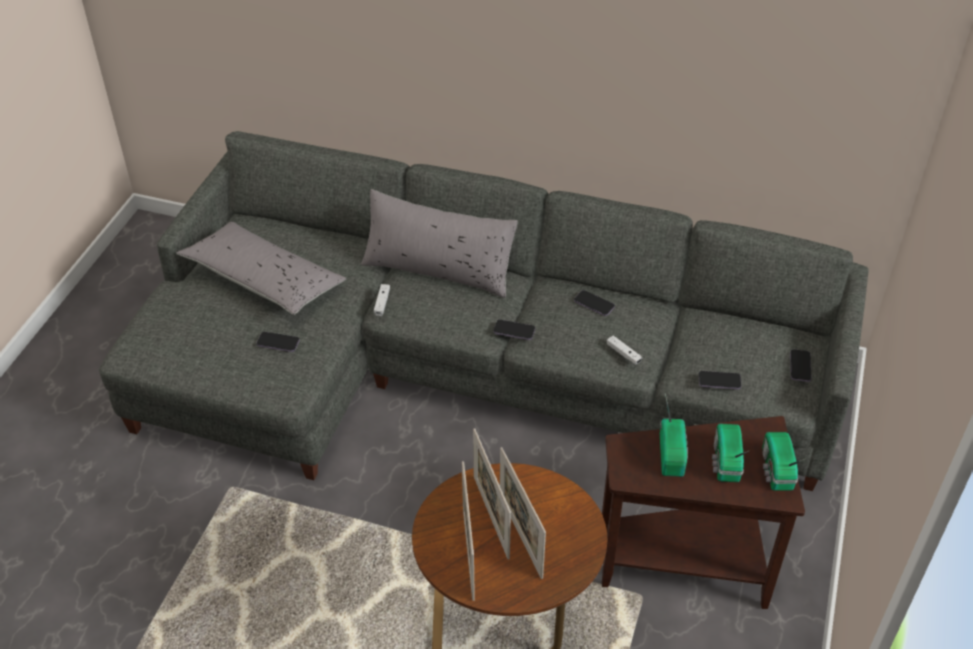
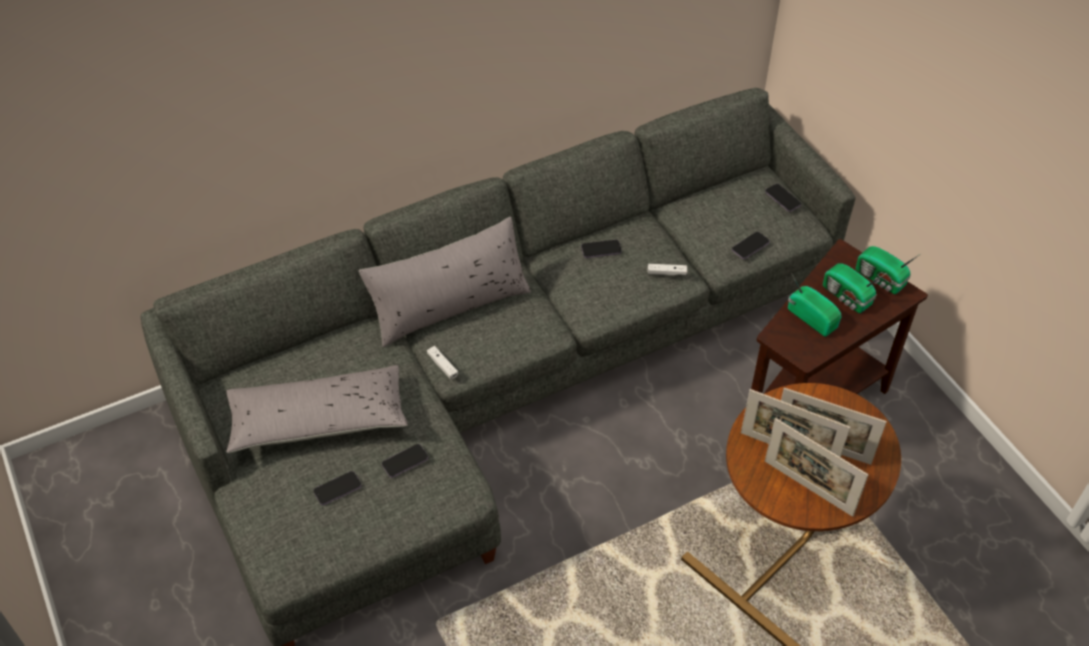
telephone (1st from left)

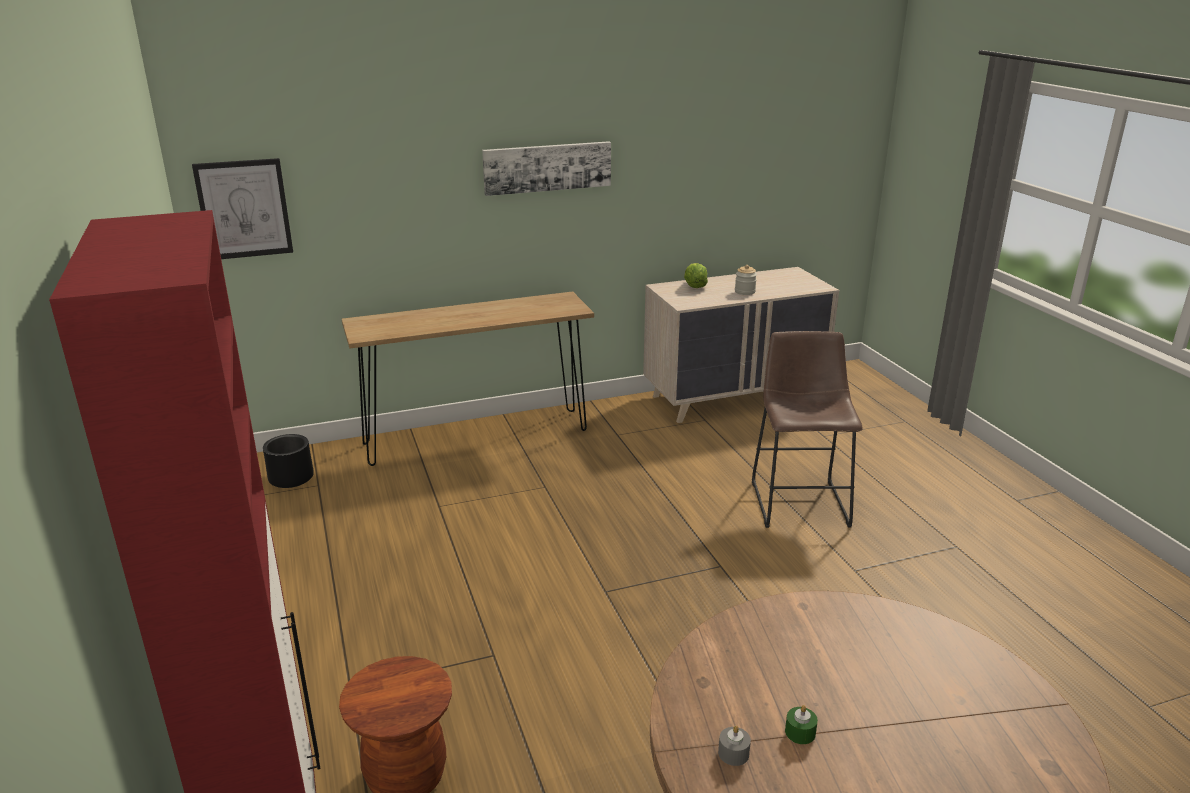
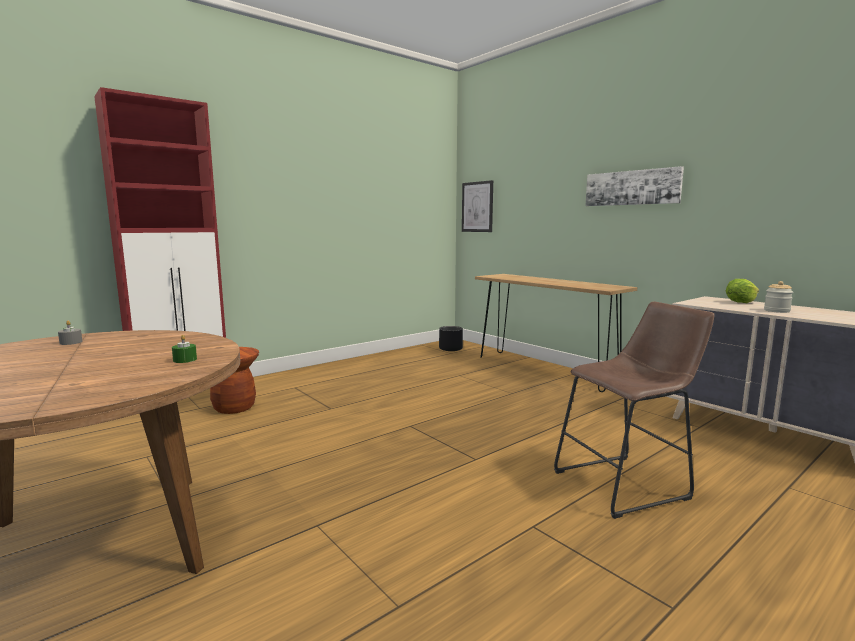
greenish_wax_candle

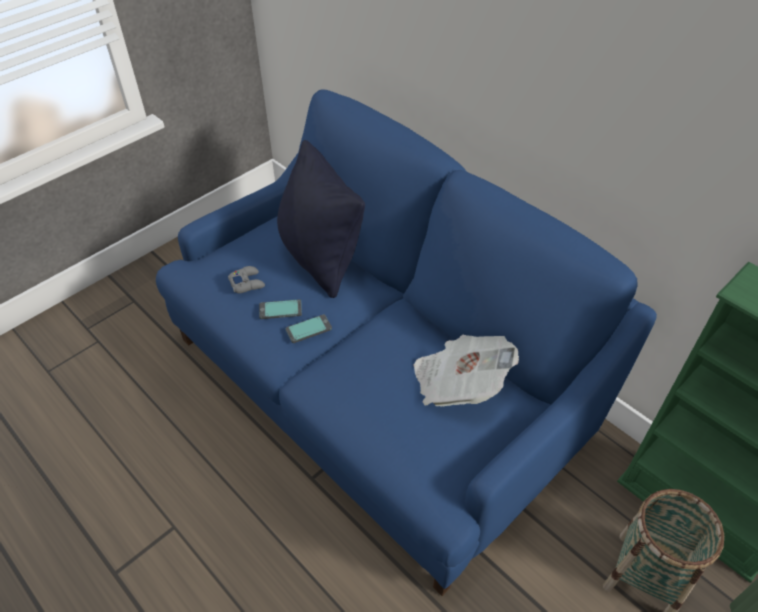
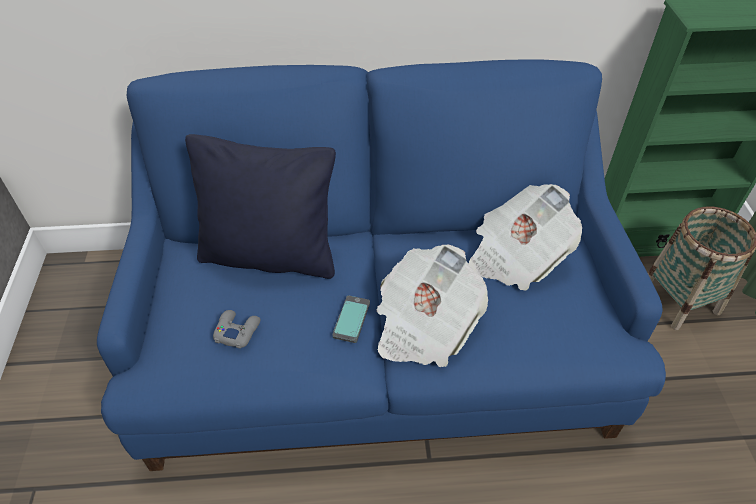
newspaper (1st from left)
telephone (1st from left in the first image)

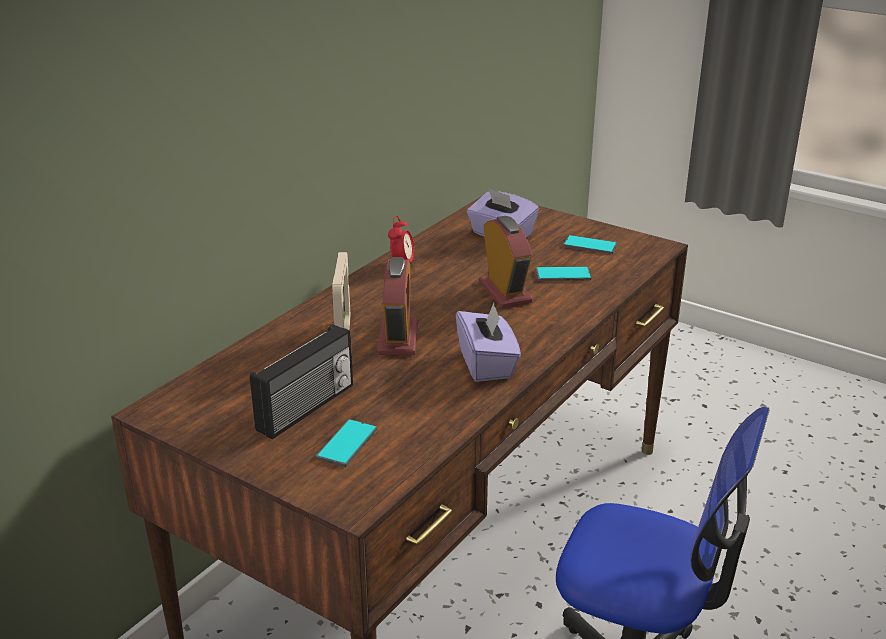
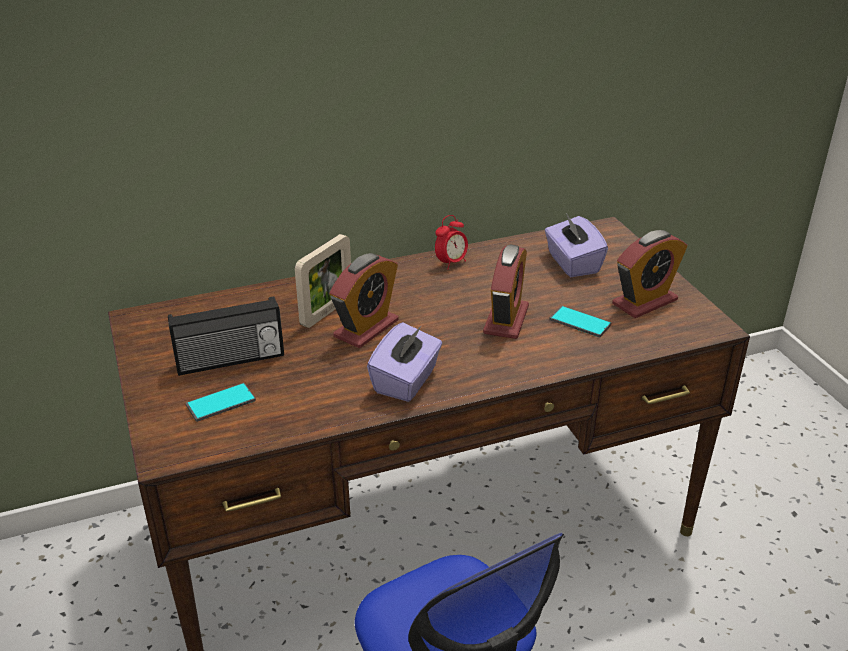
table_clock (4th from left)

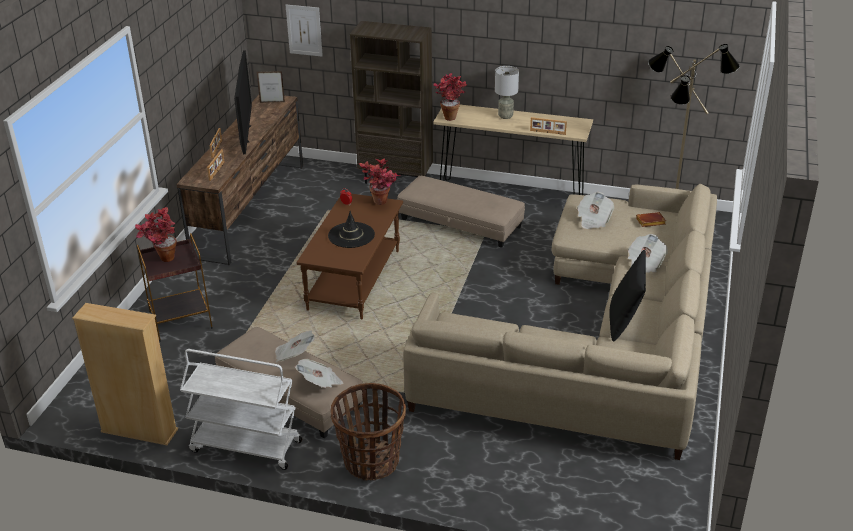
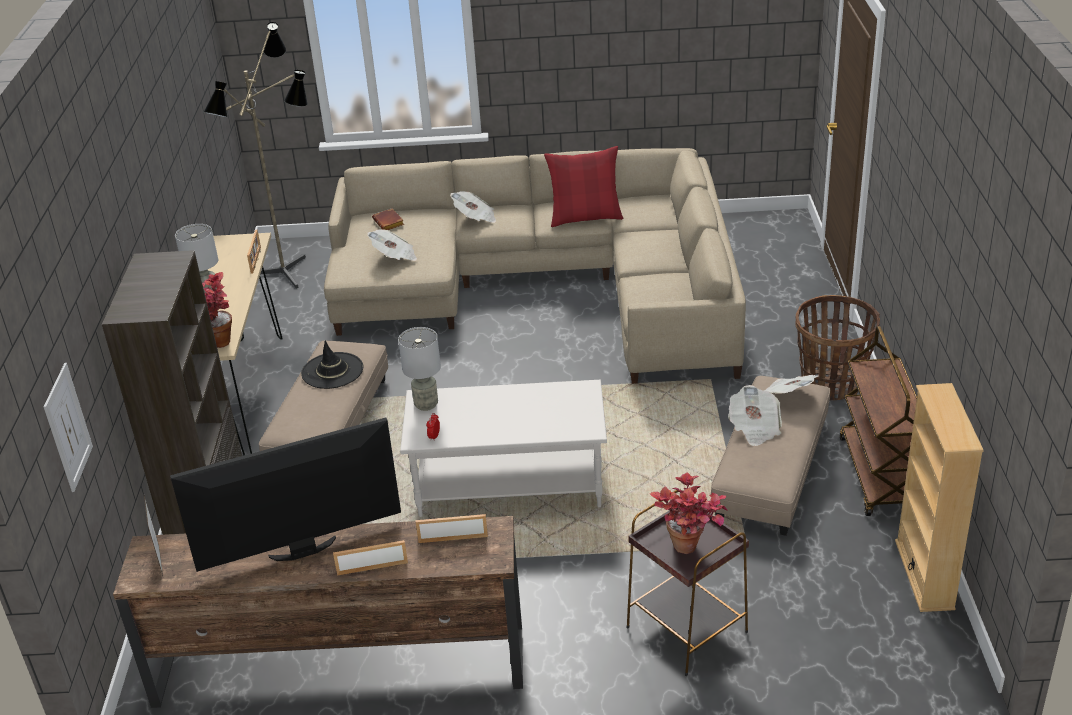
blackish_clothing_hat
gray_lamp_for_a_table (2nd from left)
white-coloured_lounge_table
reddish_pillow
brownish_wheeled_cart

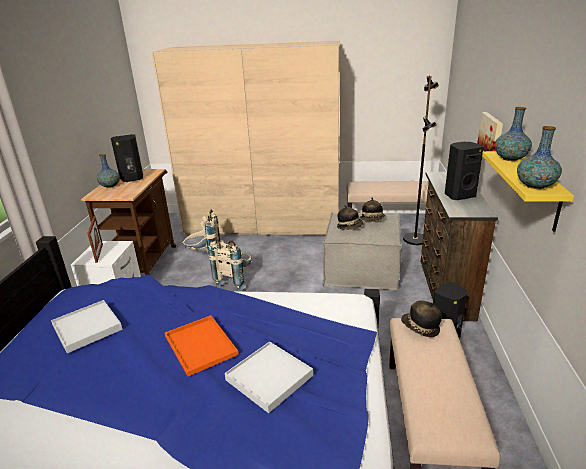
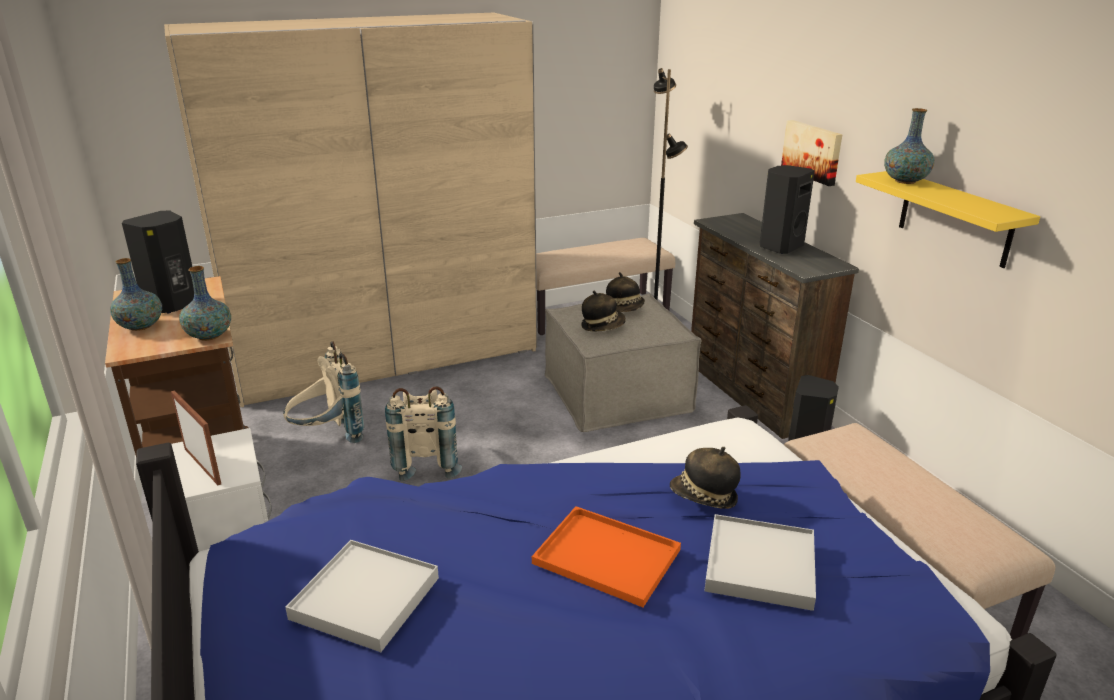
flower_vase (2nd from left)
clothing_hat (3rd from left)

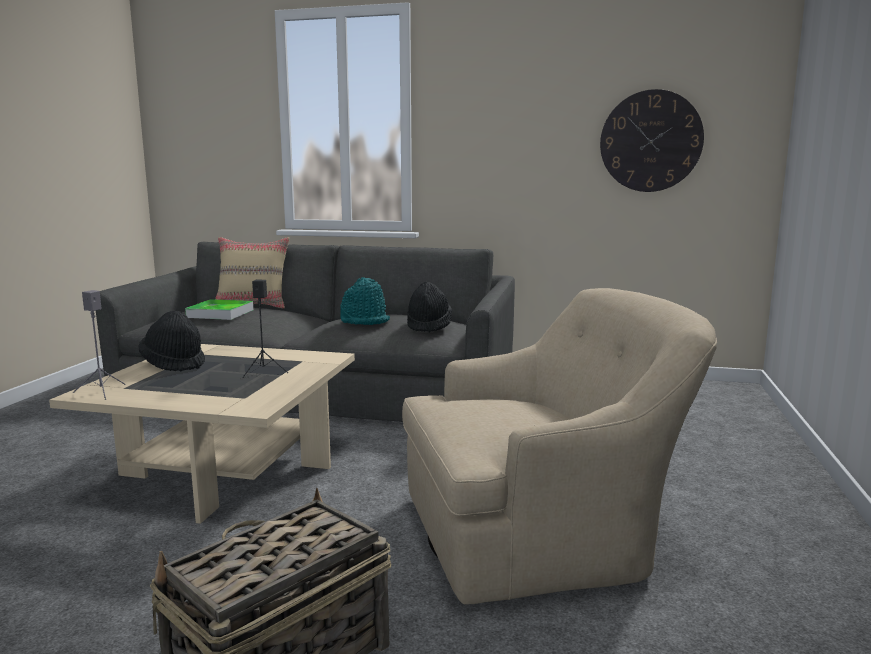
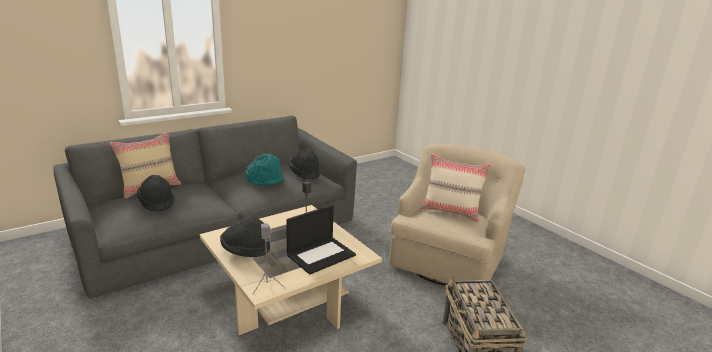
blackish_clothing_hat (1st from left)
portable_computer
beige_pillow (2nd from left)
clock_on_the_wall

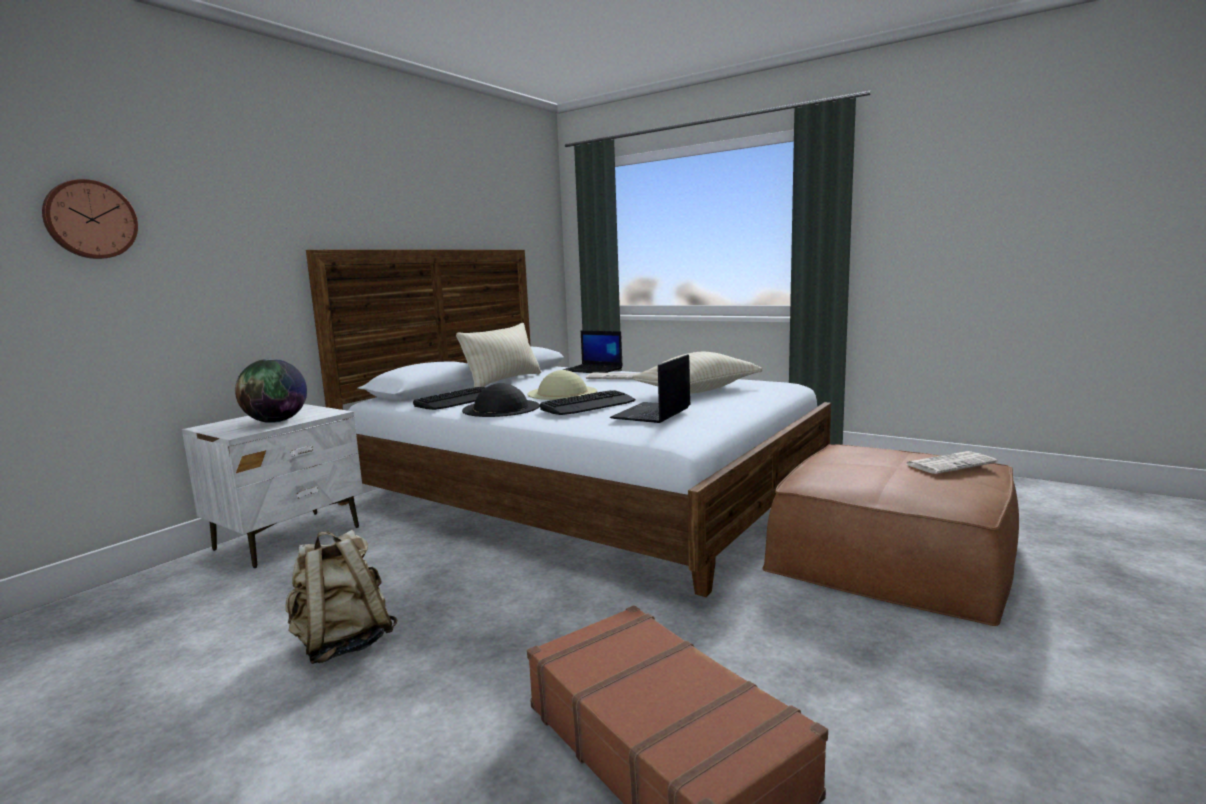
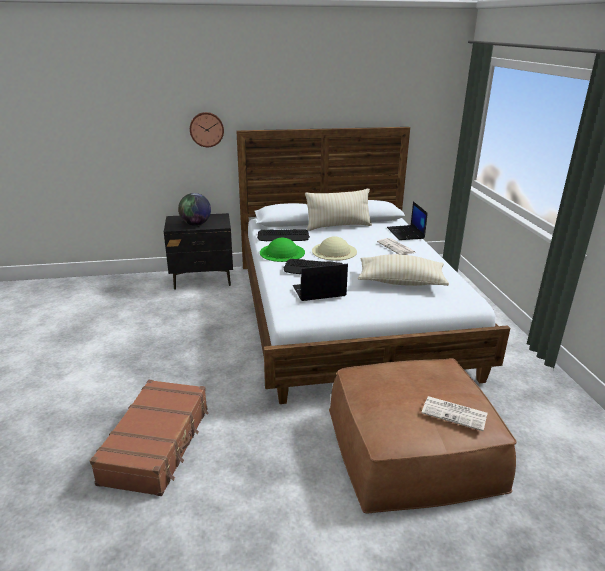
blackish_bedside_table
clock_on_the_wall
greenish_clothing_hat
beige_backpack

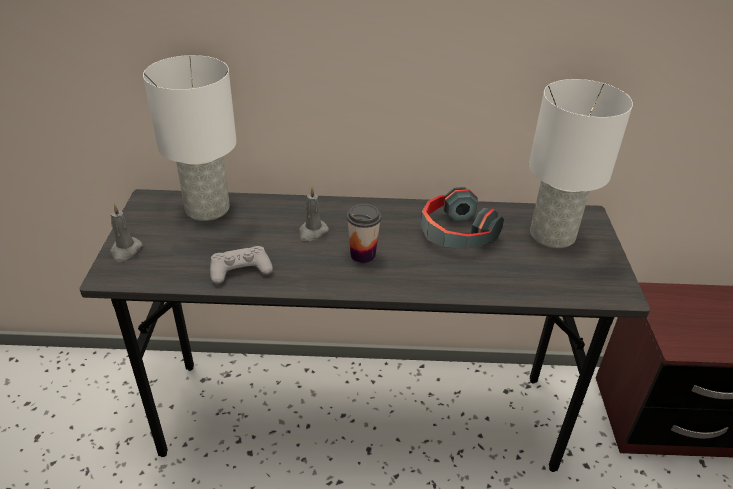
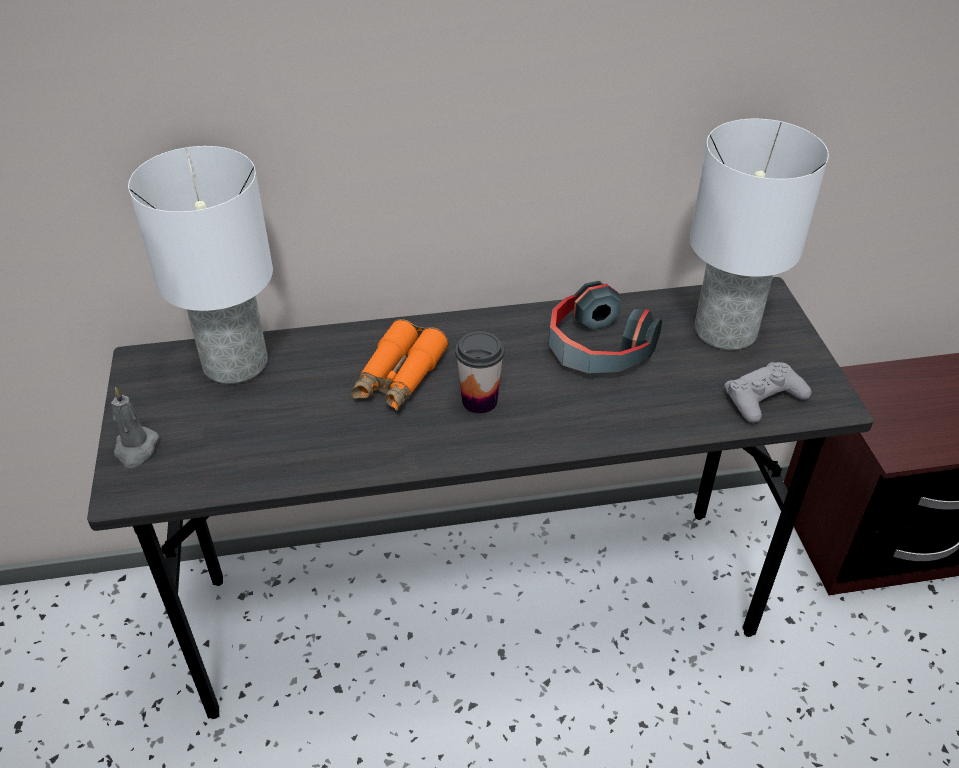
orange_field_glasses
gray_joypad

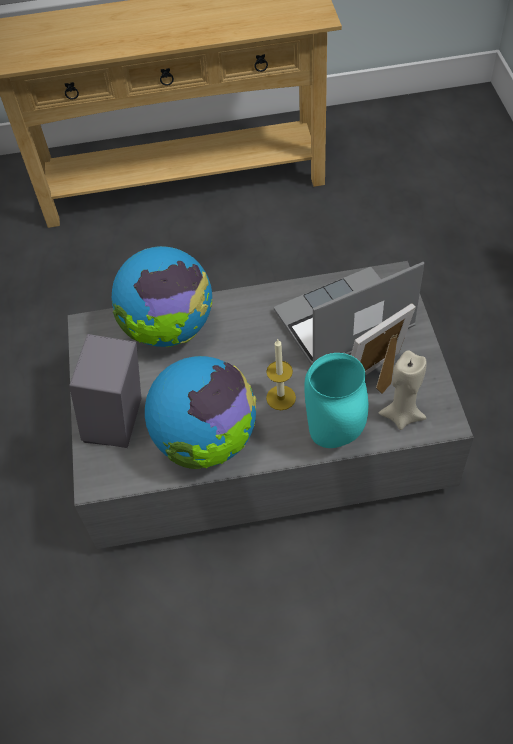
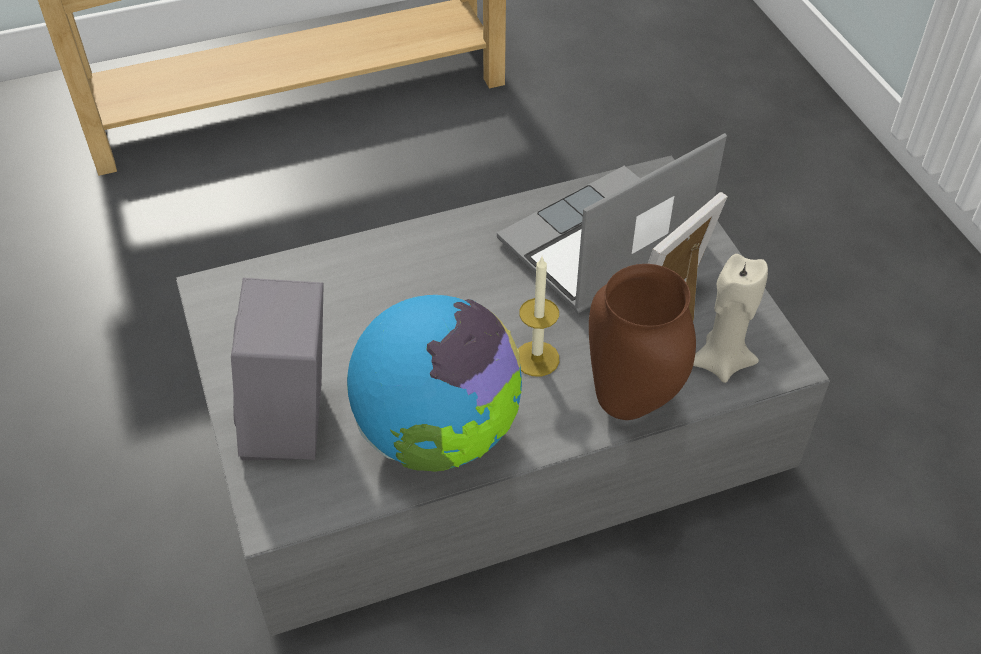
brownish_flower_vase
world_globe (1st from left in the first image)

